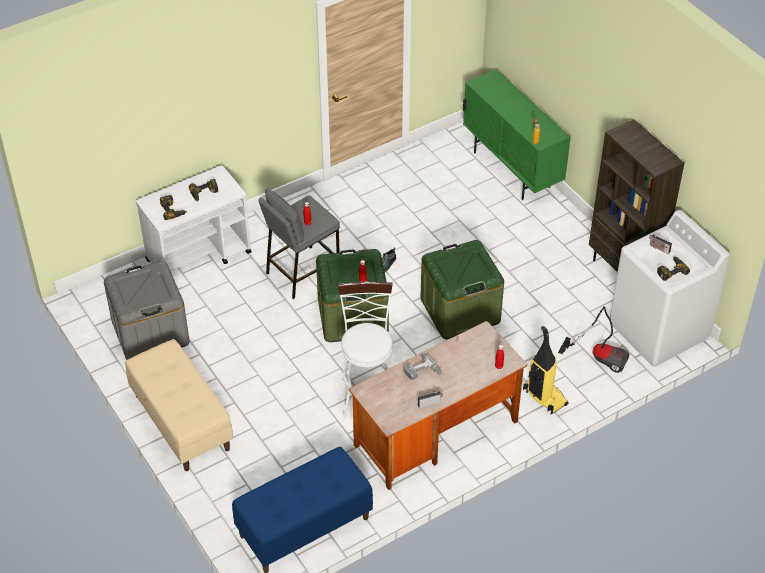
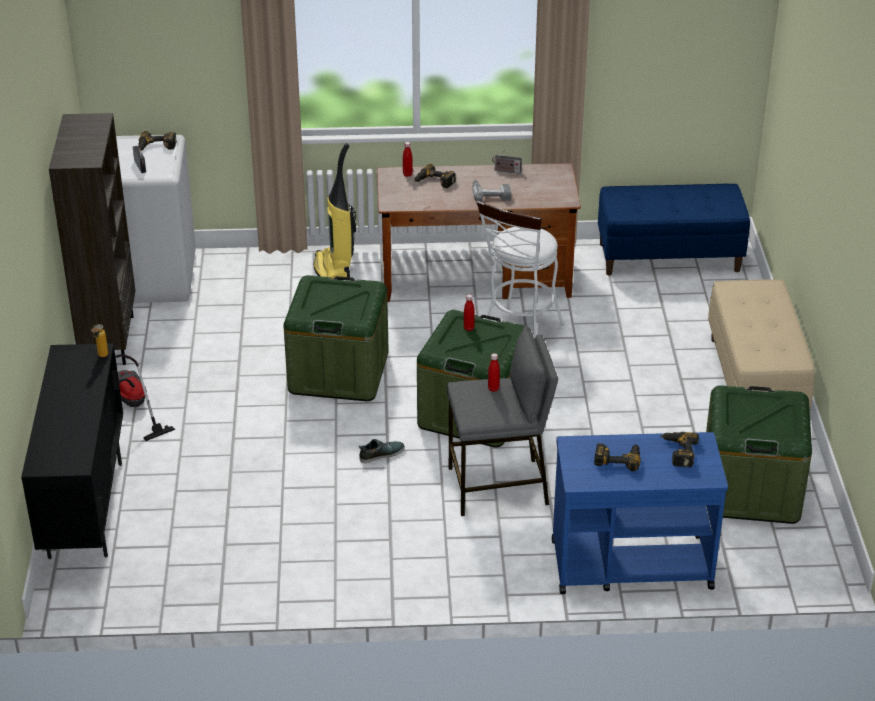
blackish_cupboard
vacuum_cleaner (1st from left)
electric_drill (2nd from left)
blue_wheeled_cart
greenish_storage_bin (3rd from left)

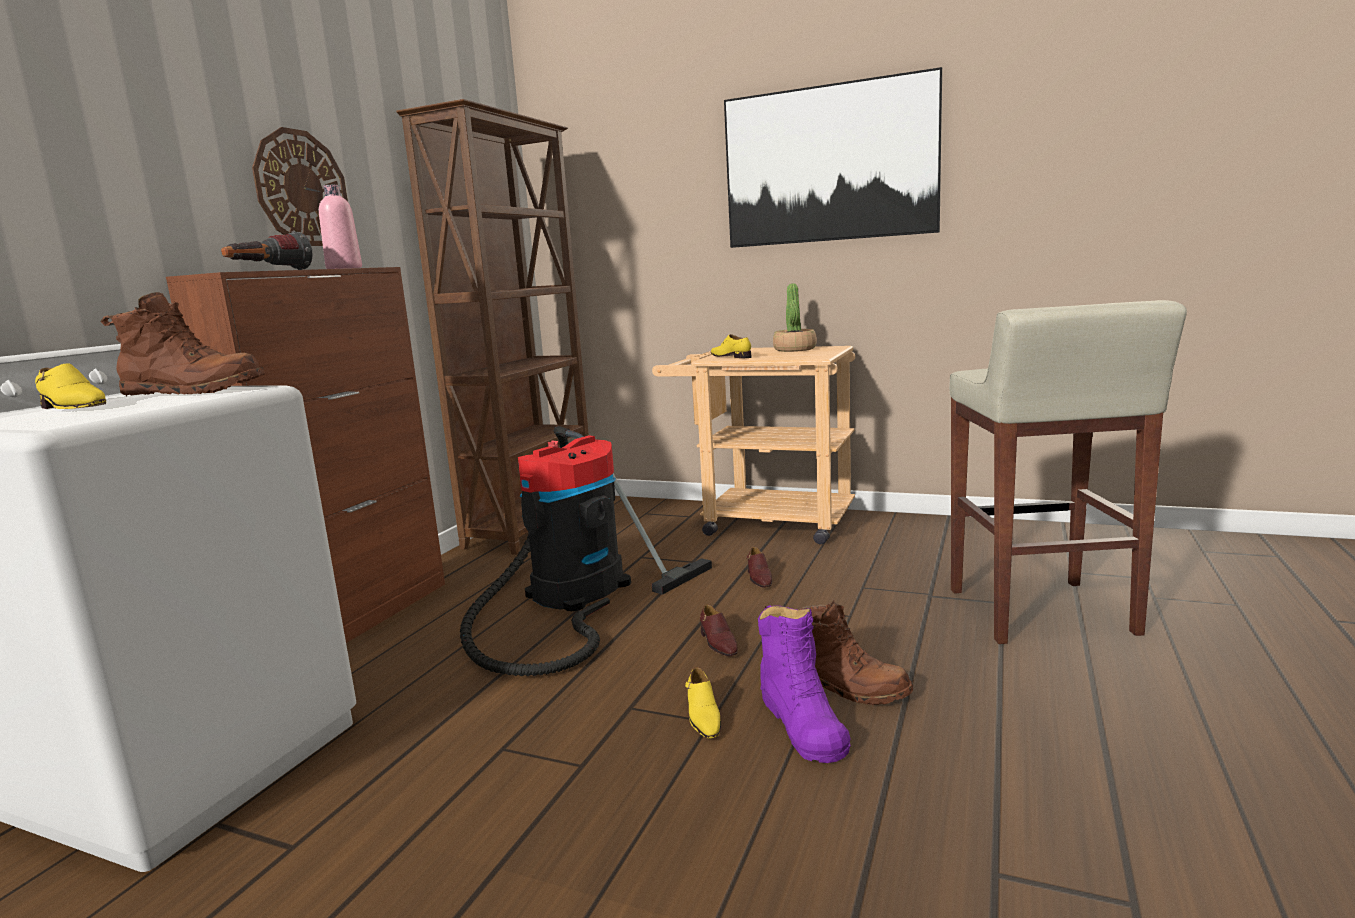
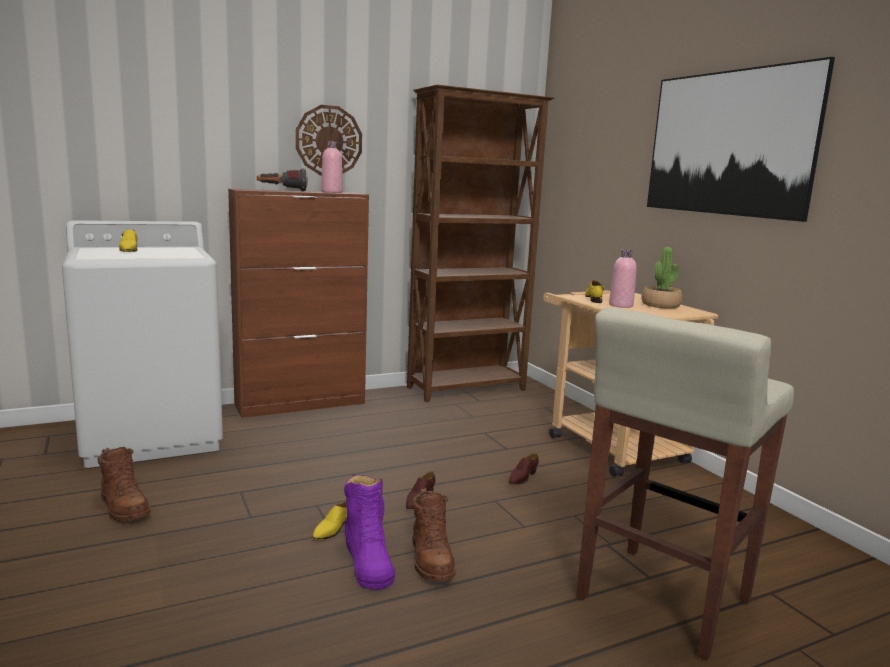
brownish_tall_boot (1st from left)
purple_tall_boot
pink_beverage_bottle (2nd from left)
vacuum_cleaner

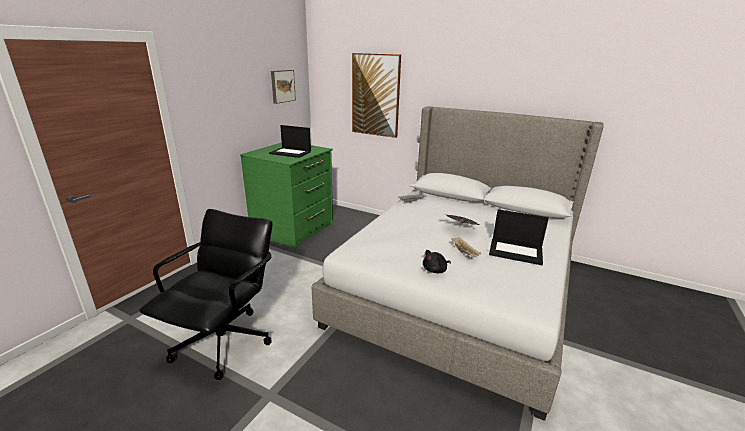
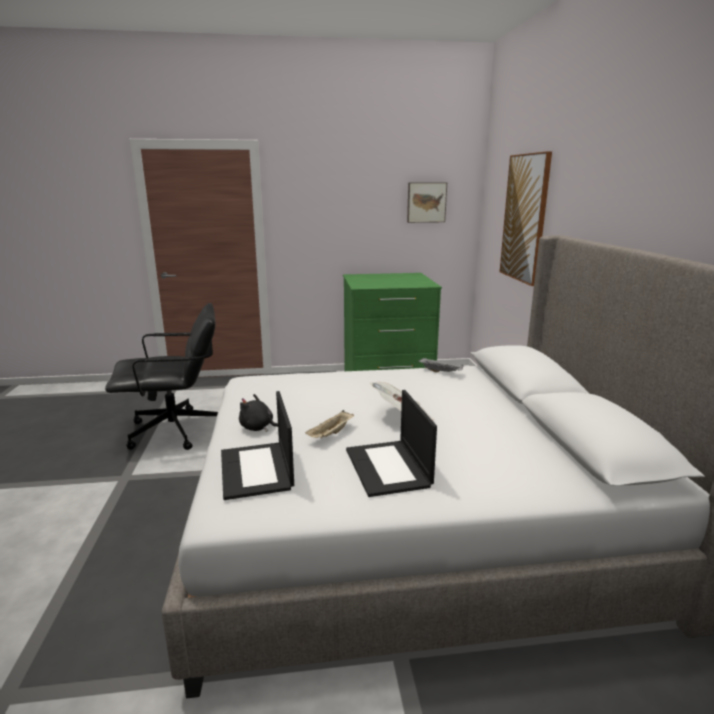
portable_computer (1st from left)

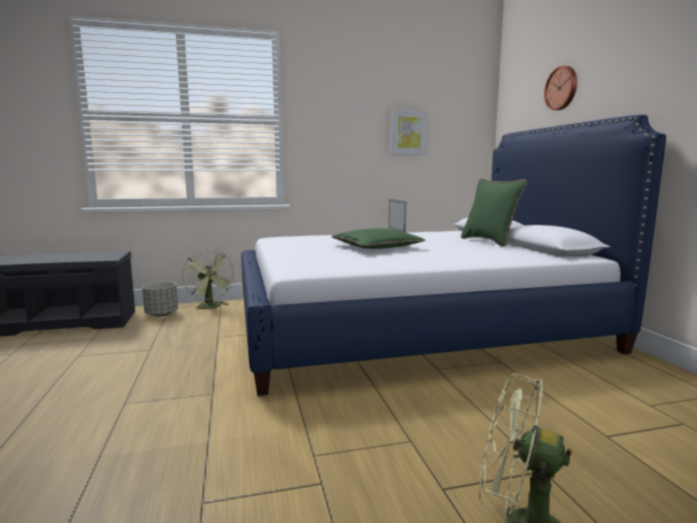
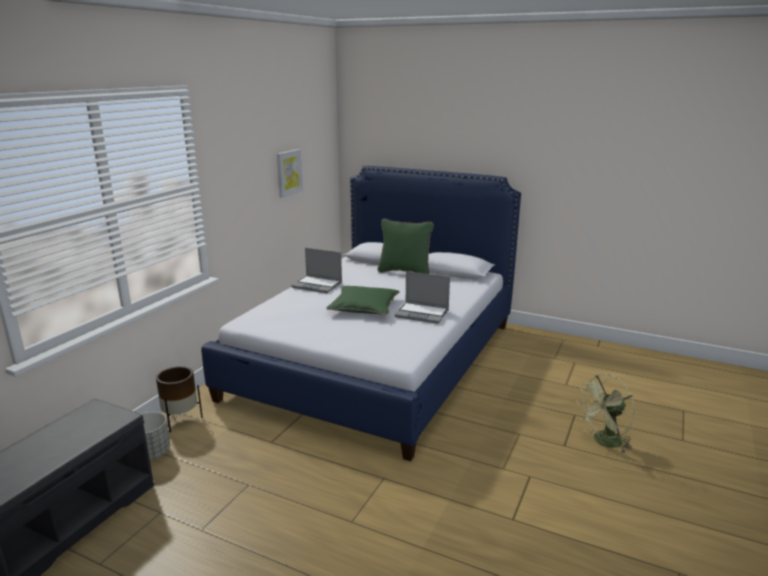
brownish_plant_pot
portable_computer (2nd from left)
clock_on_the_wall

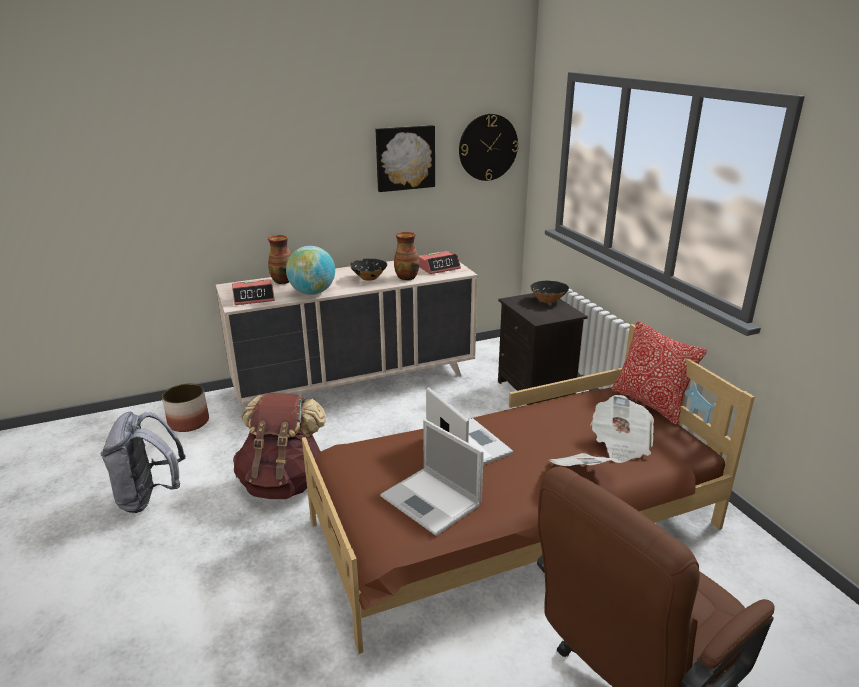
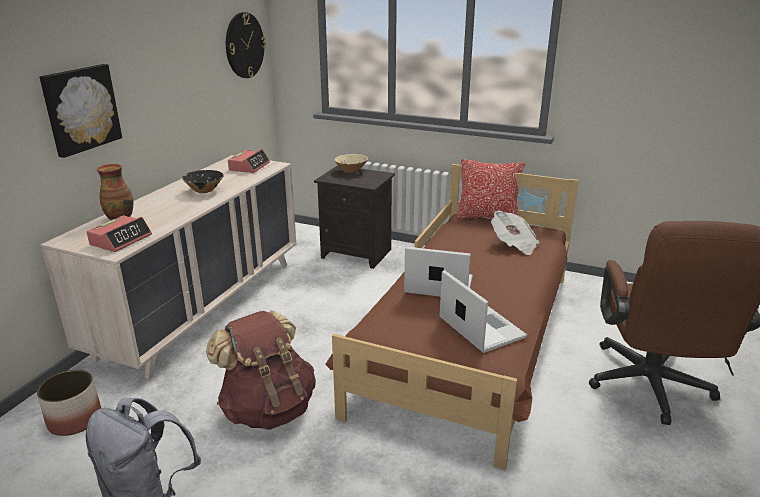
wall_picture
beige_deep_dish
portable_computer (2nd from left)
world_globe
flower_vase (2nd from left in the first image)
newspaper (1st from left in the first image)

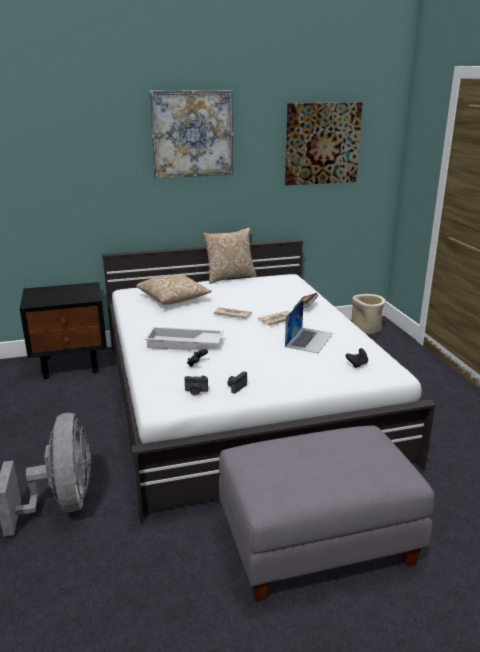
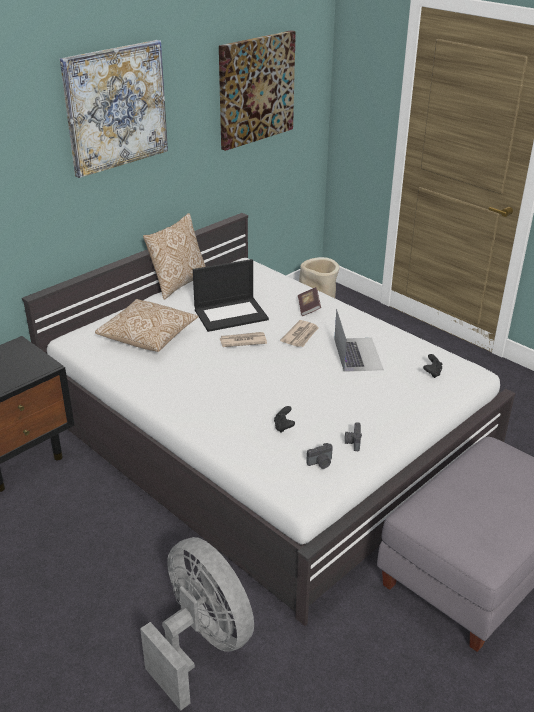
portable_computer (1st from left)
white-coloured_carrying_tray

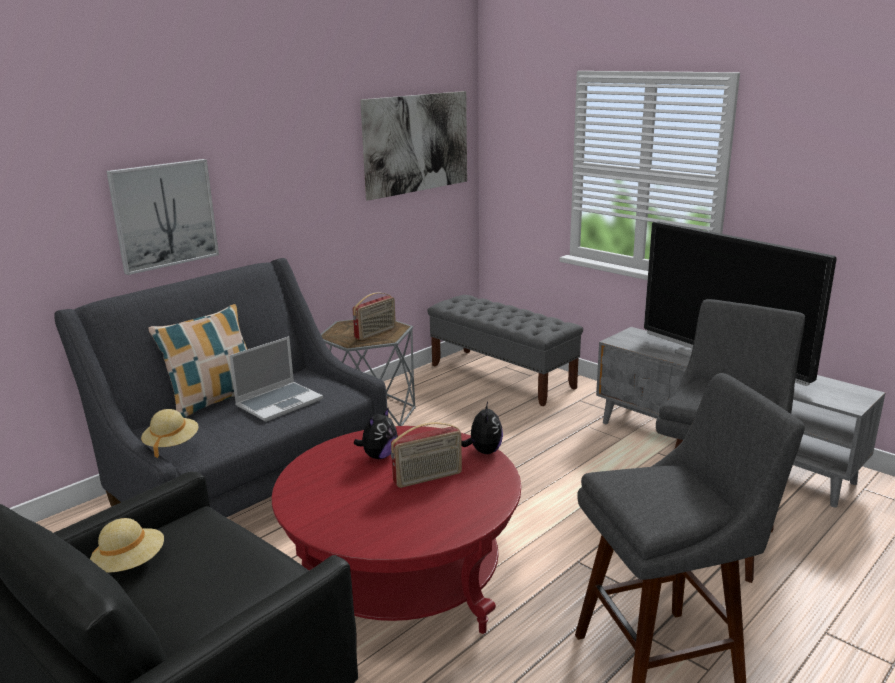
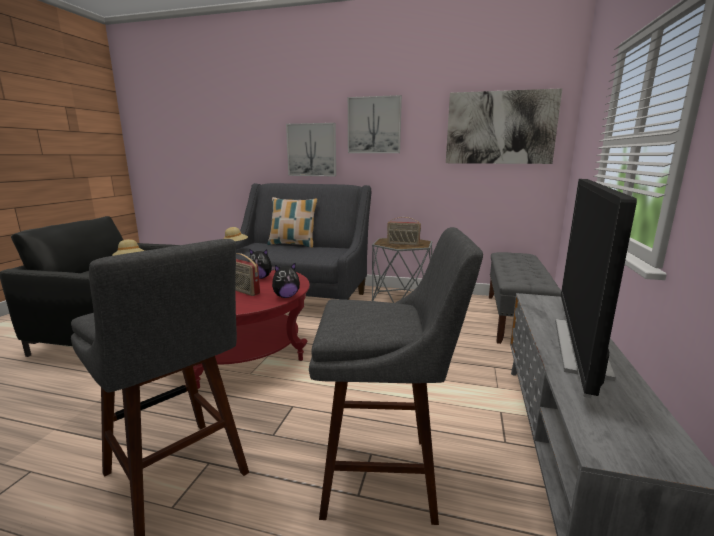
wall_picture (2nd from left)
portable_computer

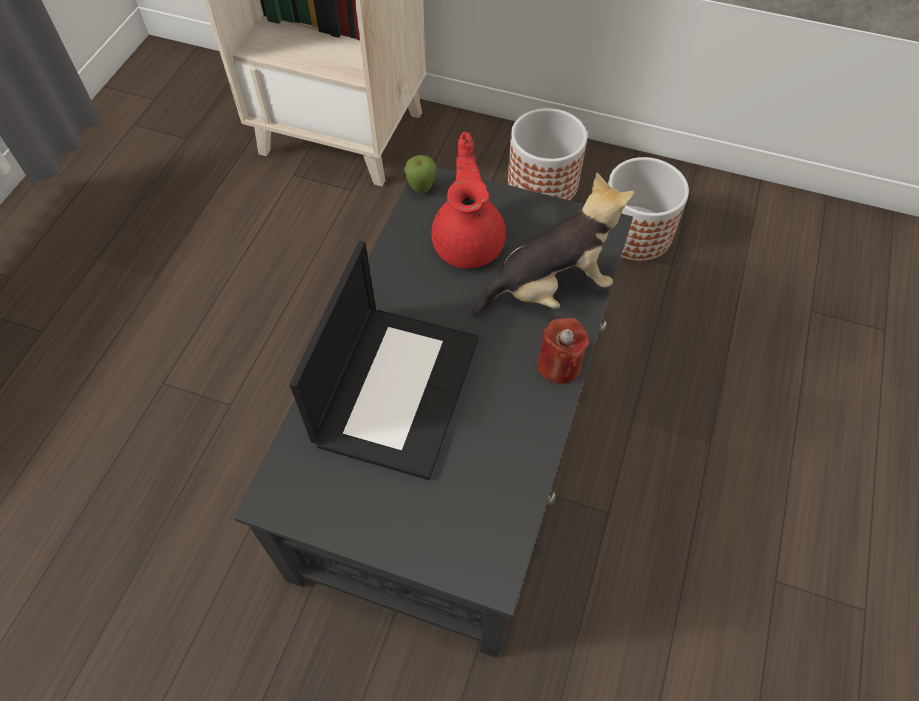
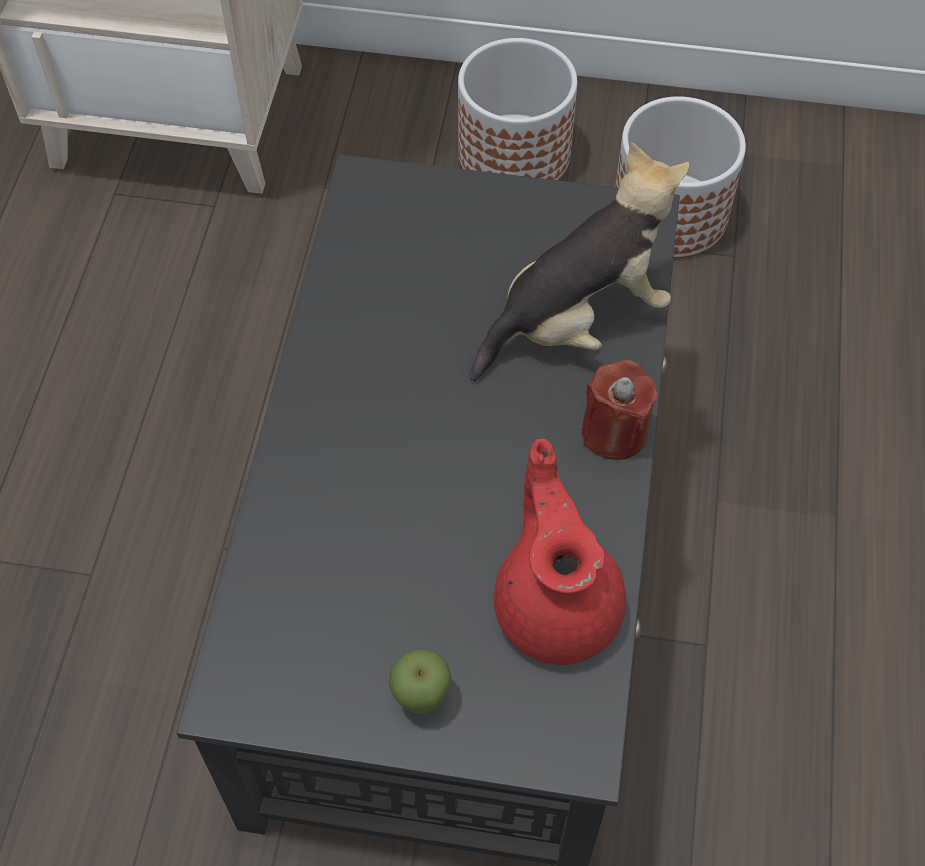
apple
reddish_tea_pot
portable_computer

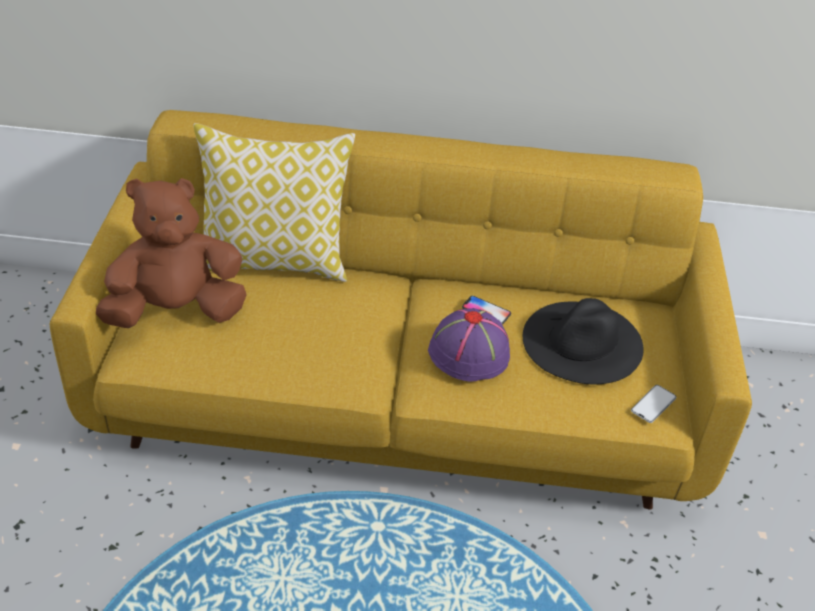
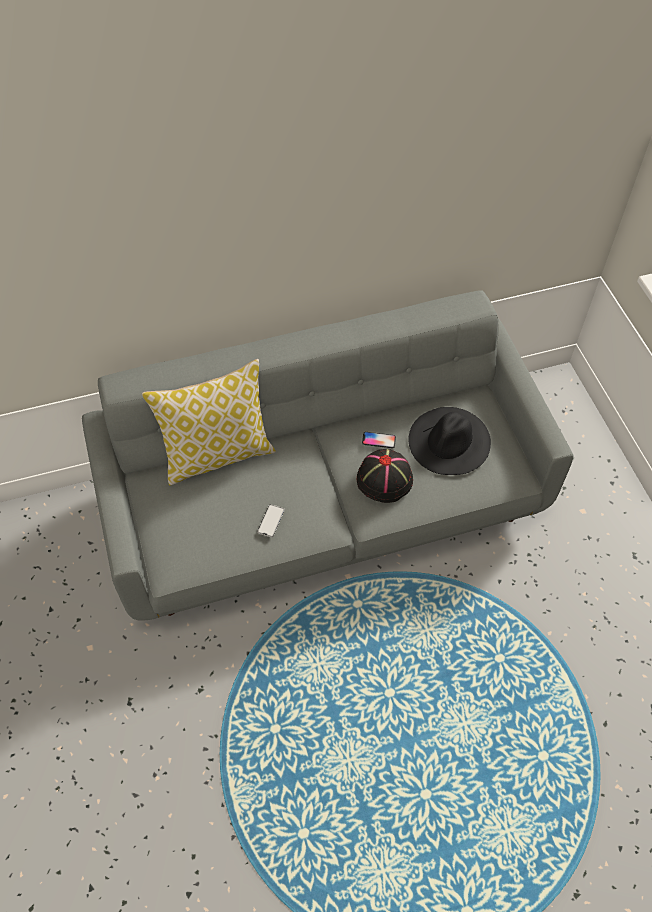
gray_sofa
telephone (1st from left)
blackish_clothing_hat (1st from left)
brownish_plush_toy

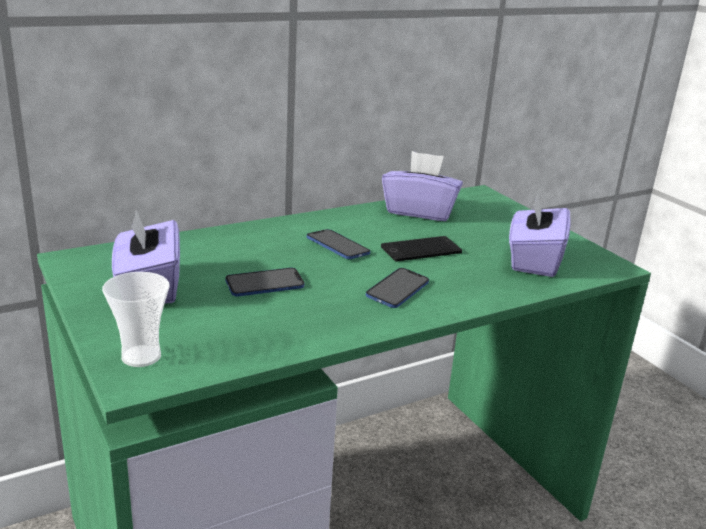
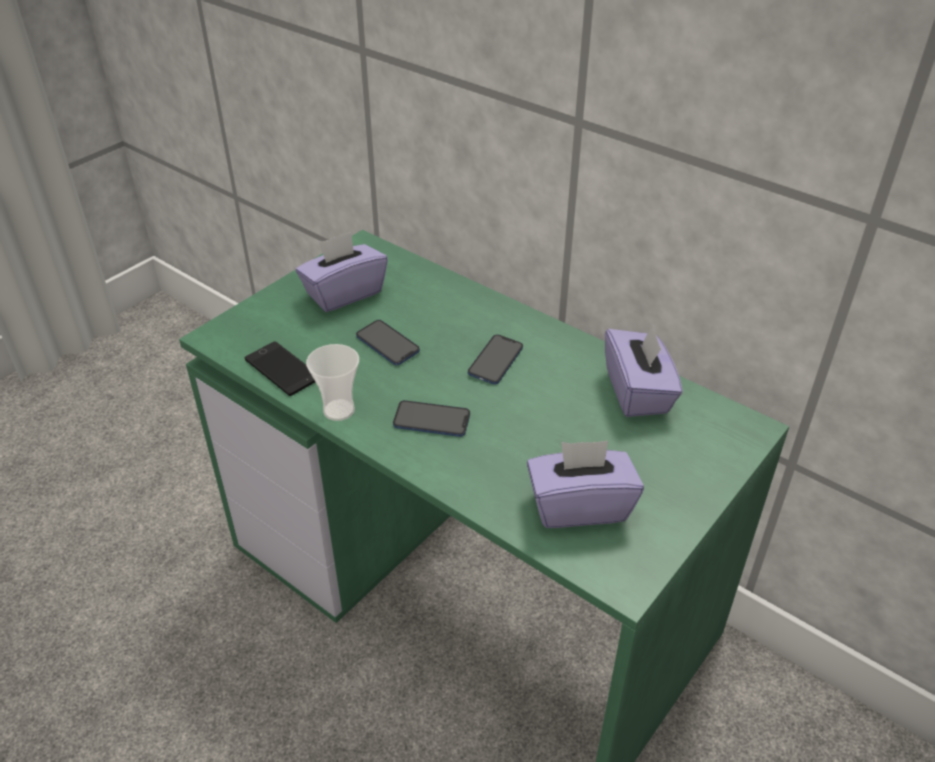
telephone (1st from left)
small_cup

